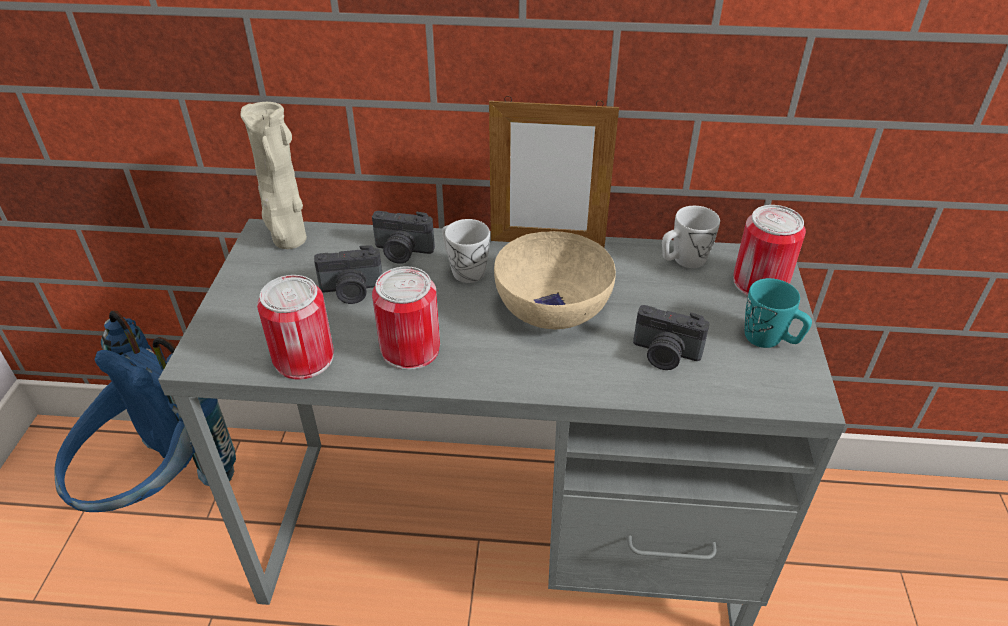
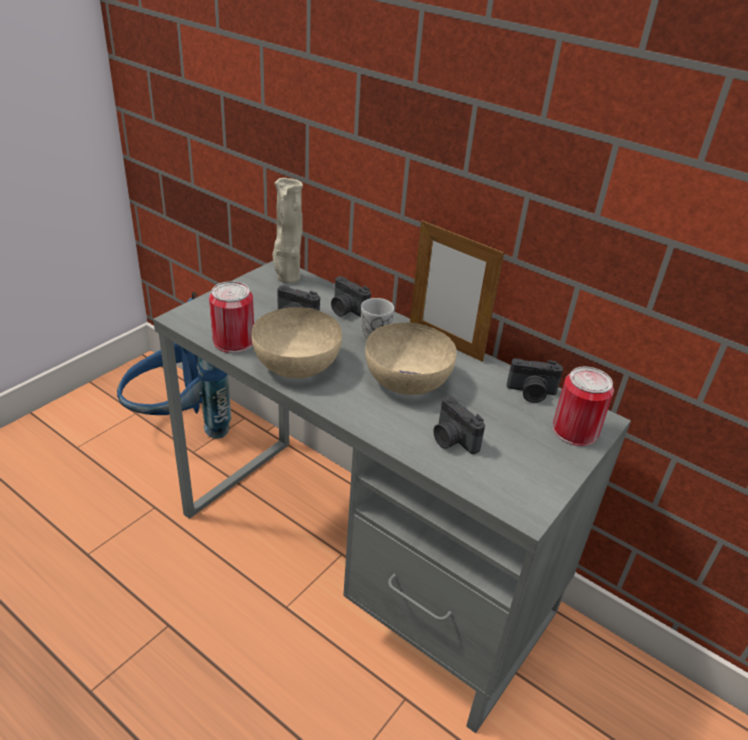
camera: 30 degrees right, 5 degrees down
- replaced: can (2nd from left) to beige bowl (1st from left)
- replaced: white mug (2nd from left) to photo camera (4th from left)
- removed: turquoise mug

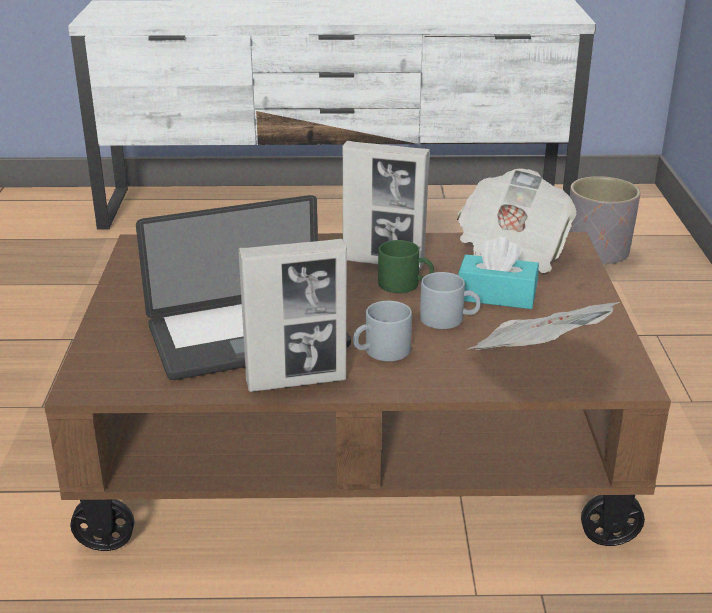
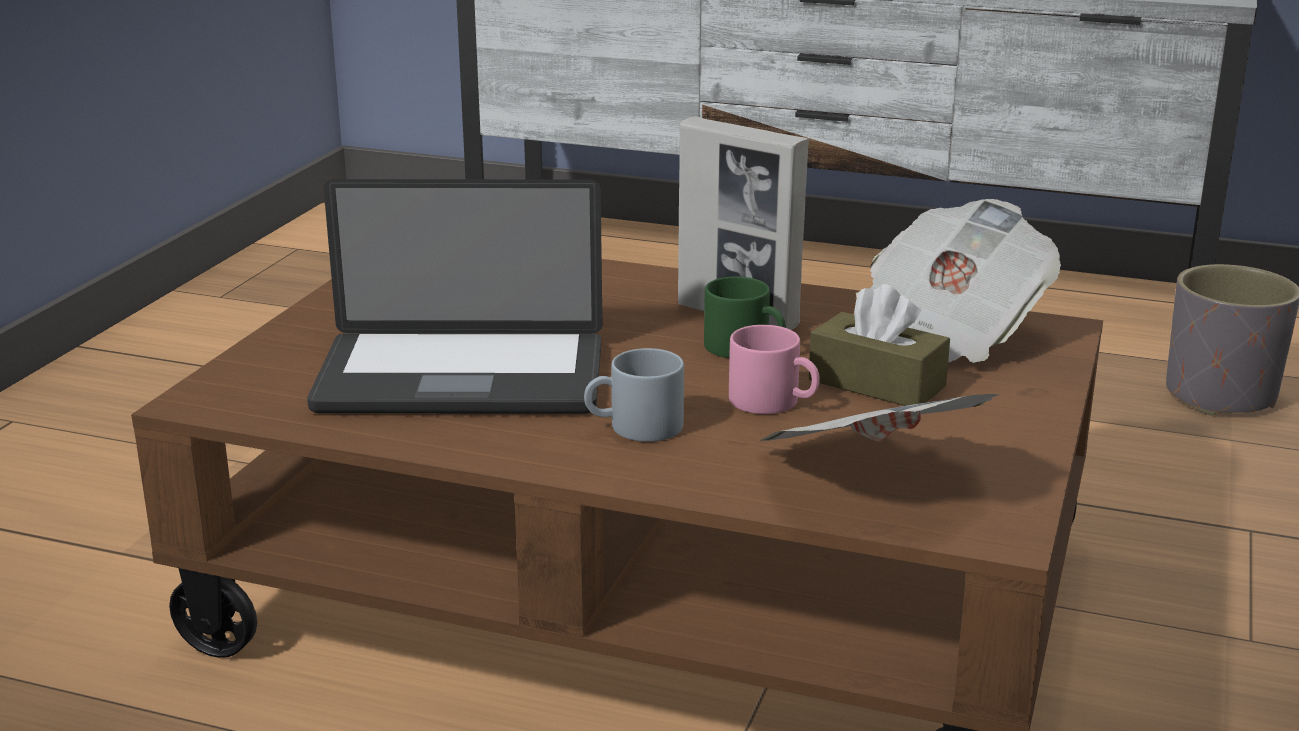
camera: 20 degrees right, 5 degrees down
- recoloured: grey mug (2nd from left) to pink mug
- recoloured: turquoise tissue box to brown tissue box
- removed: picture frame (1st from left)

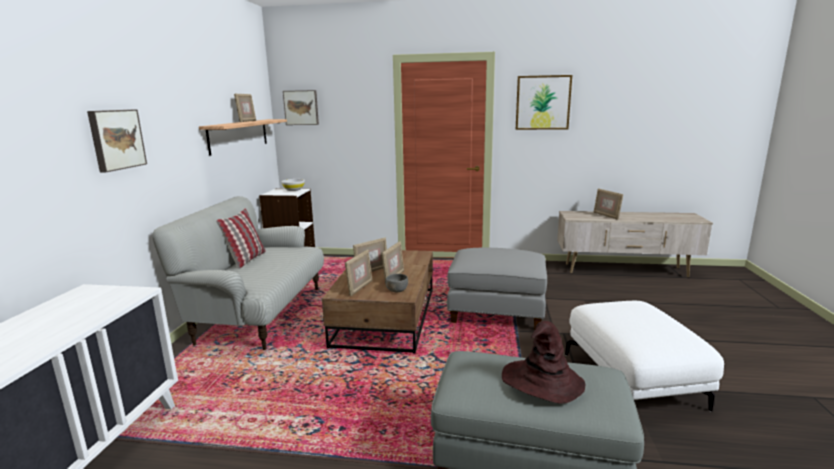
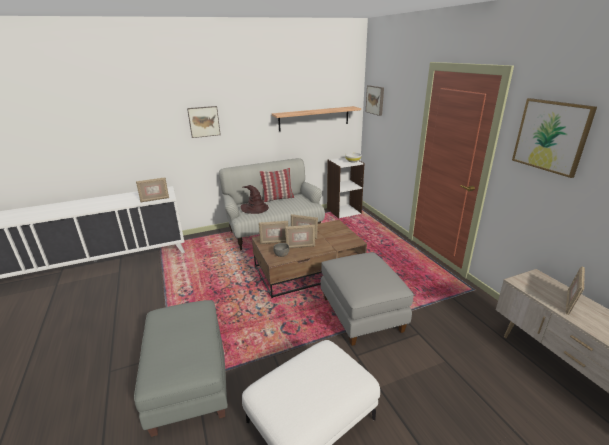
camera: 60 degrees right, 10 degrees up
- moved: picture frame (1st from left)
- moved: brown hat

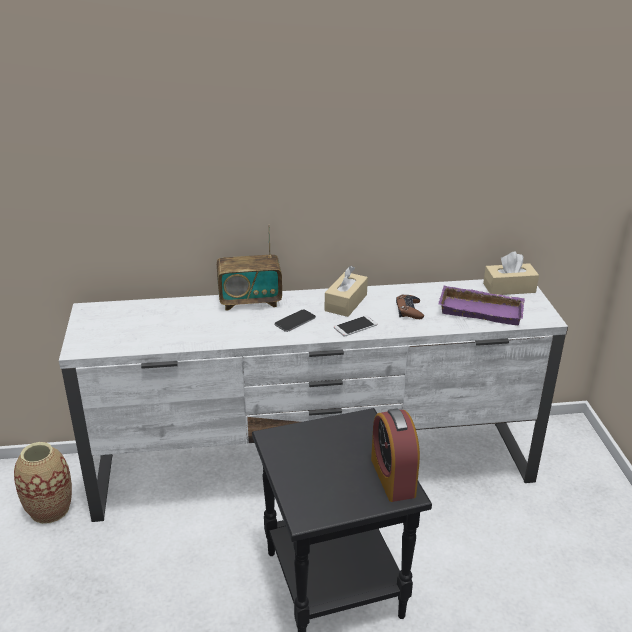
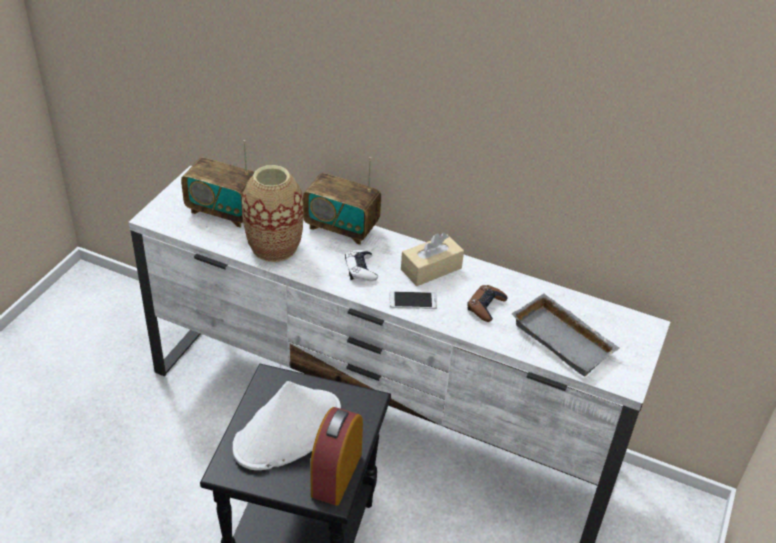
camera: 30 degrees right, 10 degrees up
- added: radio (1st from left)
- added: white hat
- moved: vase
- replaced: phone (1st from left) to white game controller
- recoloured: purple tray to grey tray
- removed: beige tissue box (2nd from left)

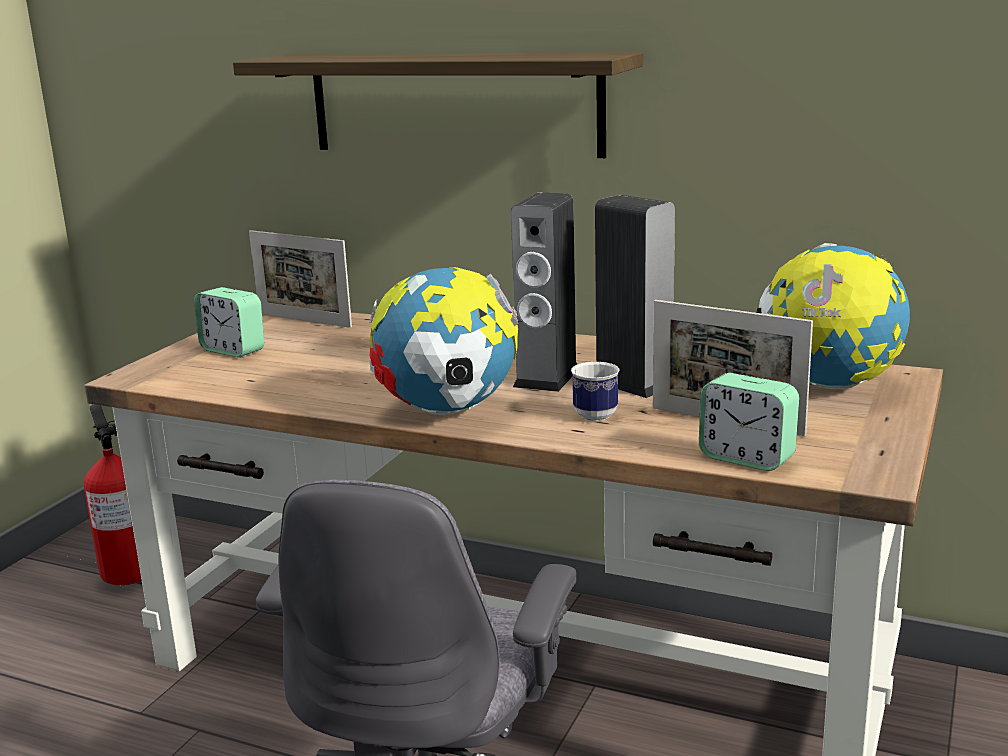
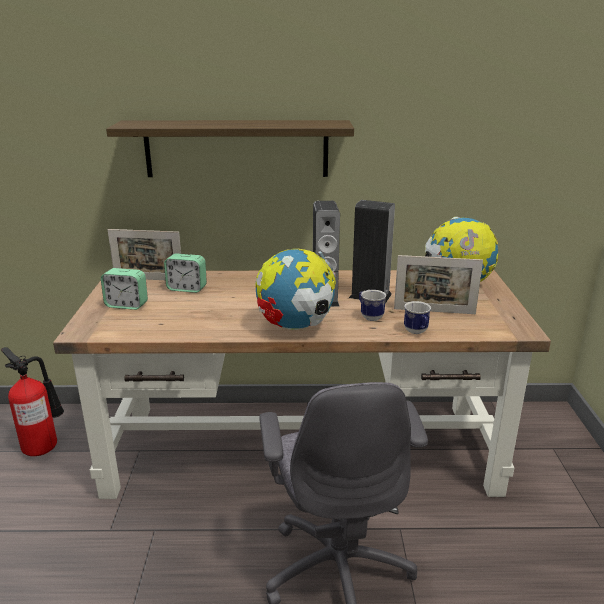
camera: 25 degrees left, 5 degrees up
- moved: alarm clock (2nd from left)
- added: mug (2nd from left)

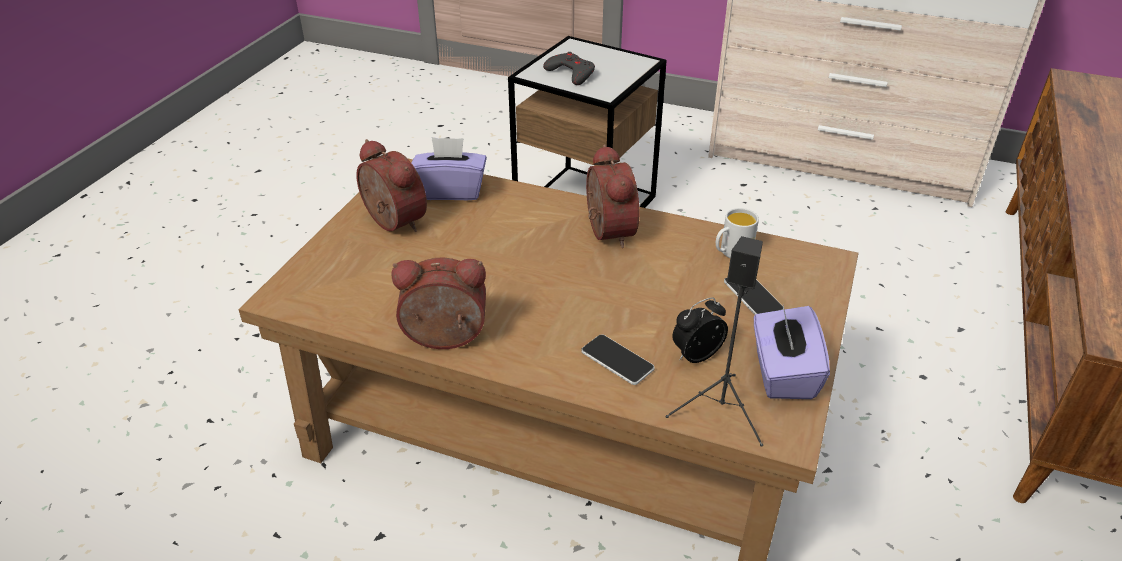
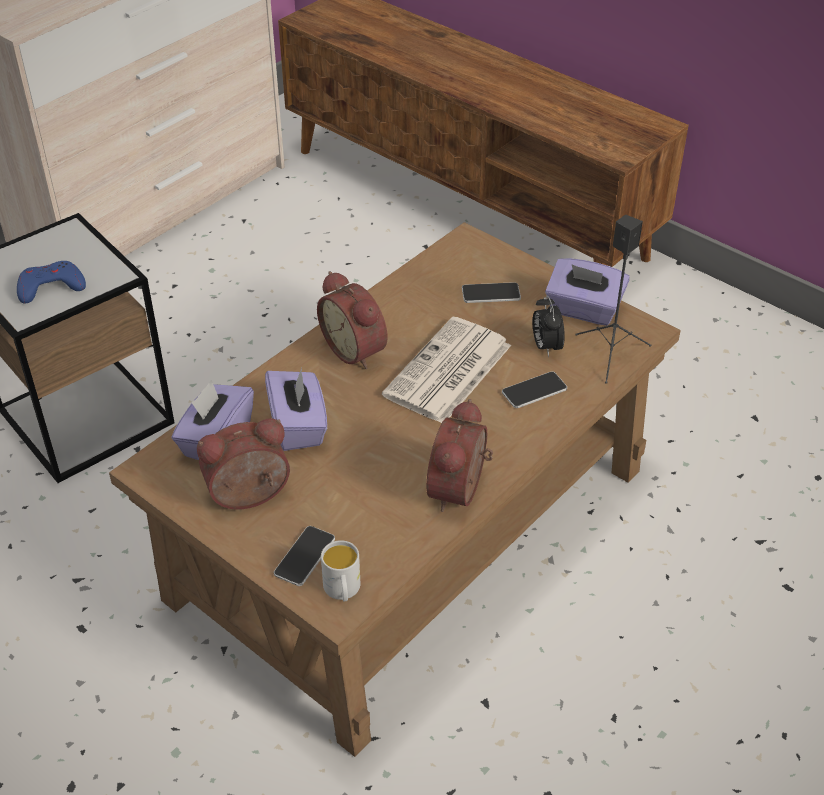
camera: 70 degrees left, 5 degrees up
- recoloured: grey game controller to blue game controller
- added: purple tissue box (2nd from left)
- added: phone (1st from left)
- turned: alarm clock (3rd from left in the first image) 135 degrees counterclockwise
- moved: white mug
- added: newspaper

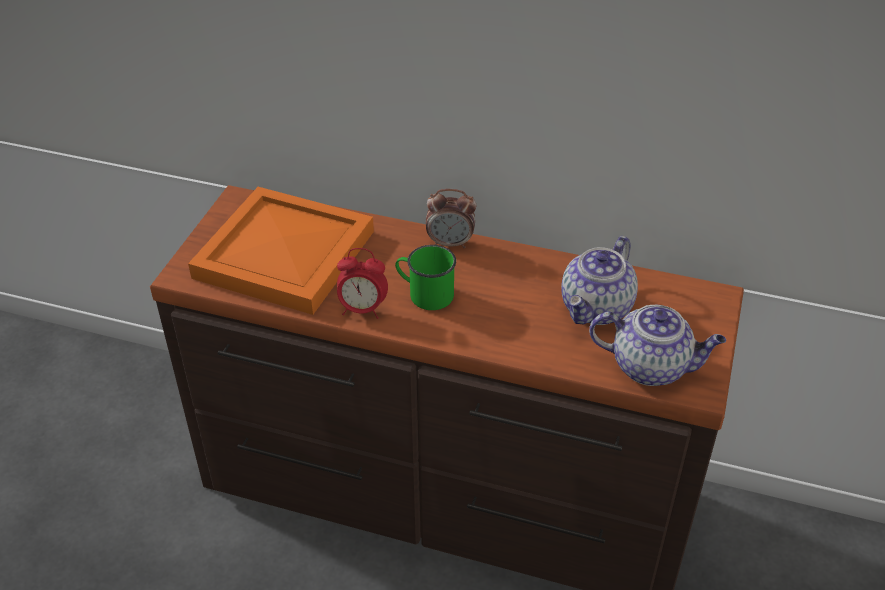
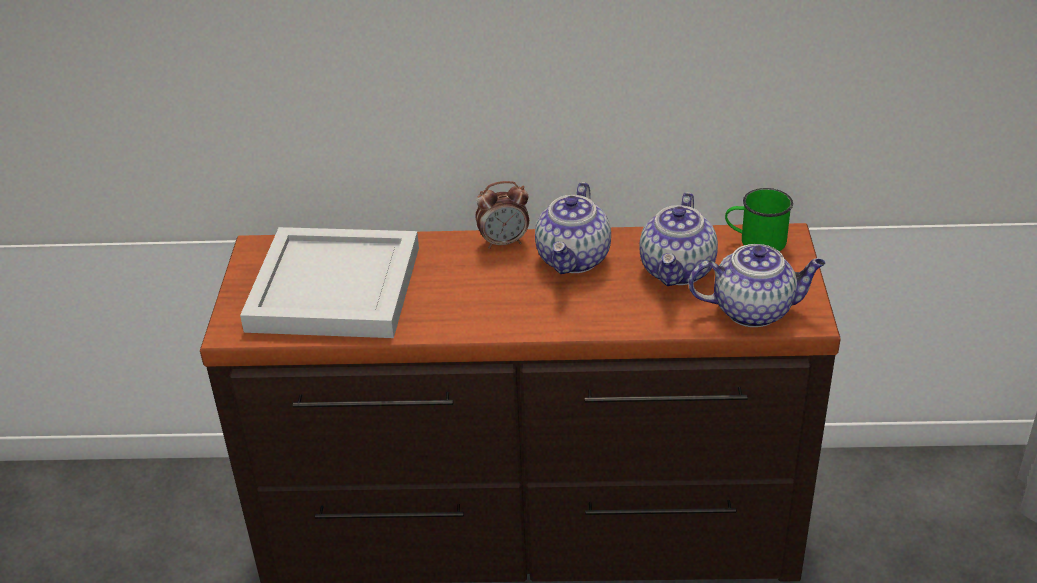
camera: 15 degrees left, 5 degrees down
- recoloured: orange tray to white tray
- added: teapot (1st from left)
- moved: green mug
- removed: alarm clock (1st from left)

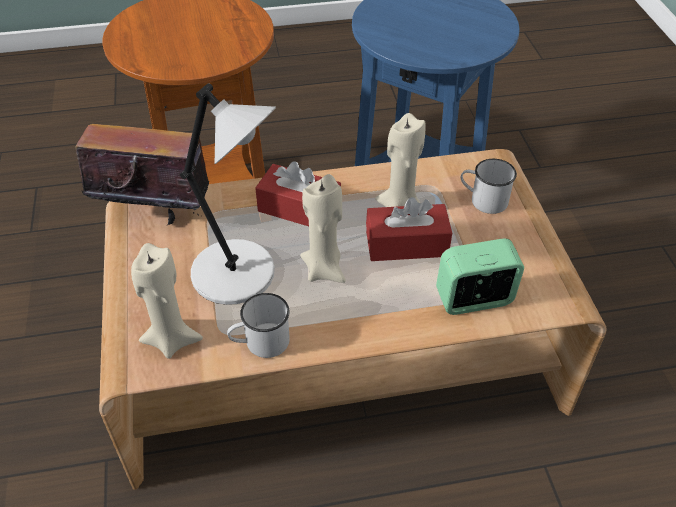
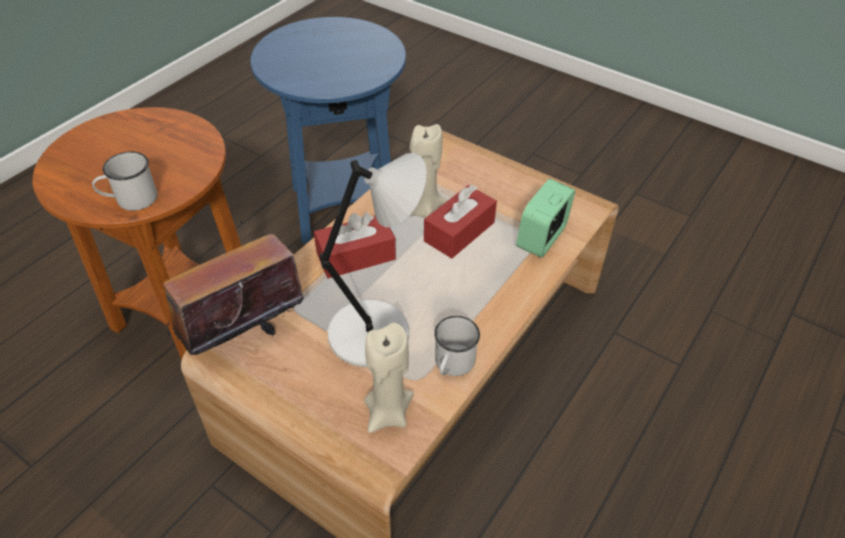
camera: 45 degrees left, 0 degrees up
- moved: white mug (2nd from left in the first image) to white mug (1st from left)
- removed: beige candle (2nd from left)

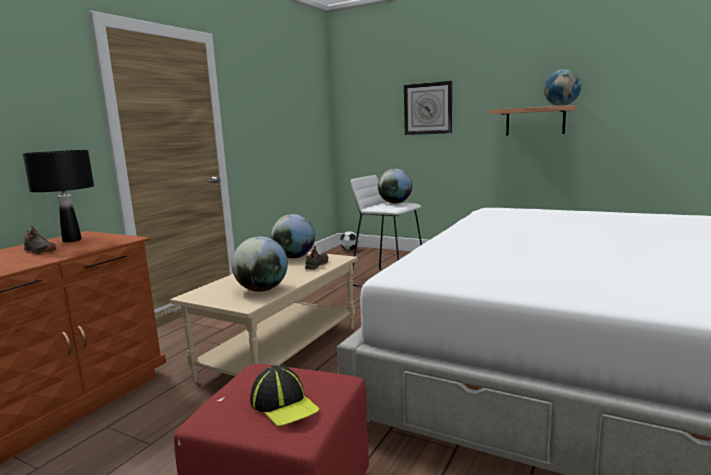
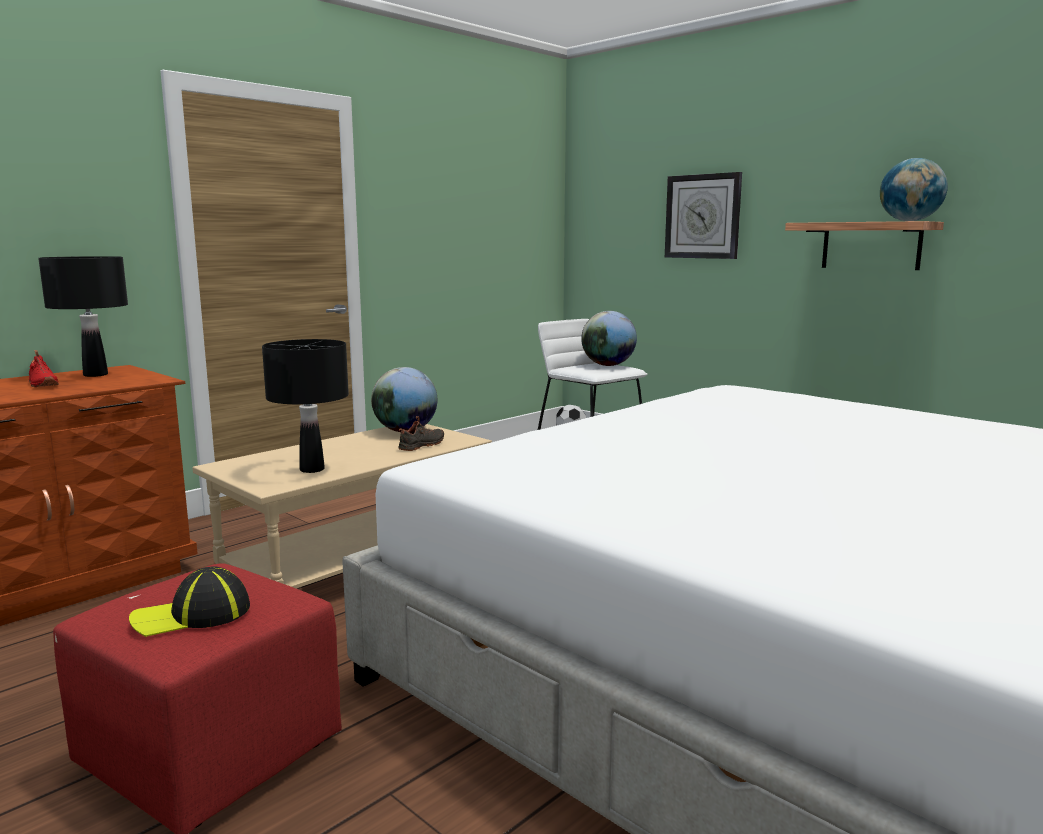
camera: 15 degrees right, 0 degrees up
- recoloured: black shoe (1st from left) to red shoe
- turned: cap 90 degrees clockwise
- replaced: globe (1st from left) to black table lamp (2nd from left)

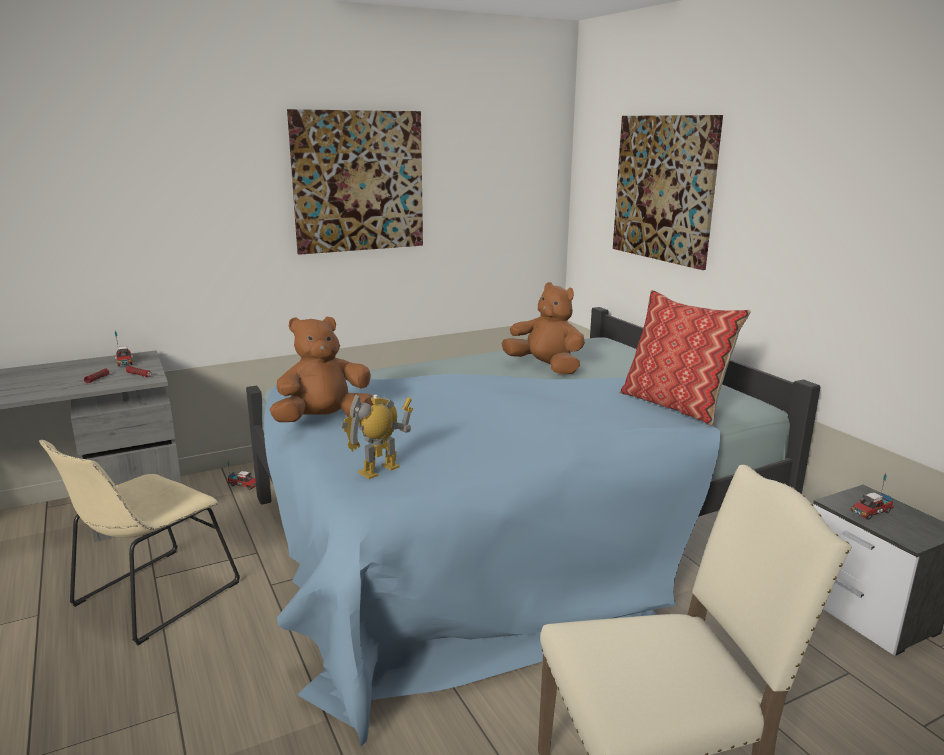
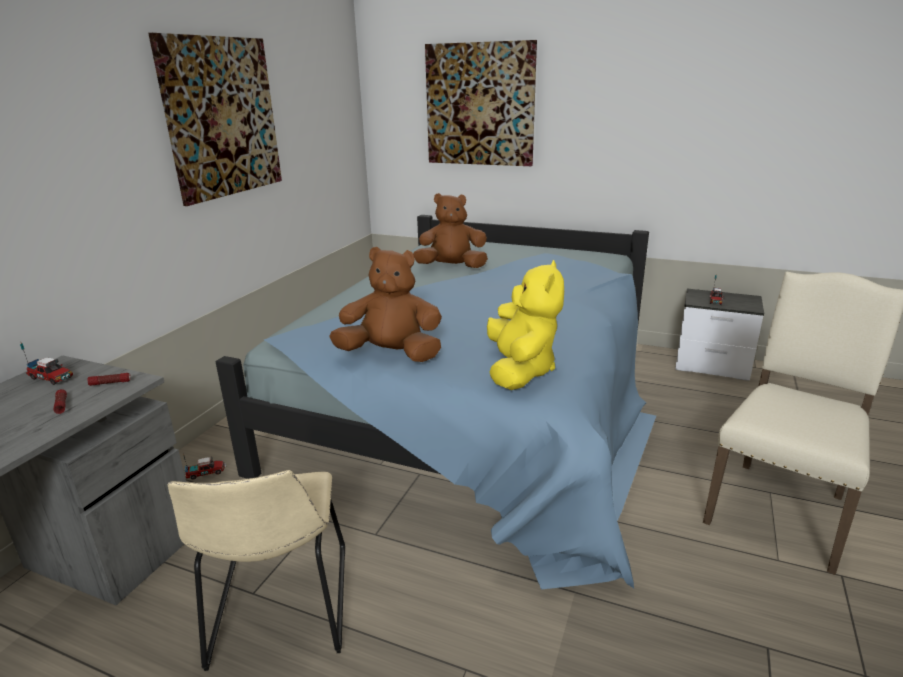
camera: 40 degrees left, 5 degrees up
- turned: brown plush toy (1st from left) 75 degrees clockwise
- replaced: toy robot to yellow plush toy
- removed: pillow

